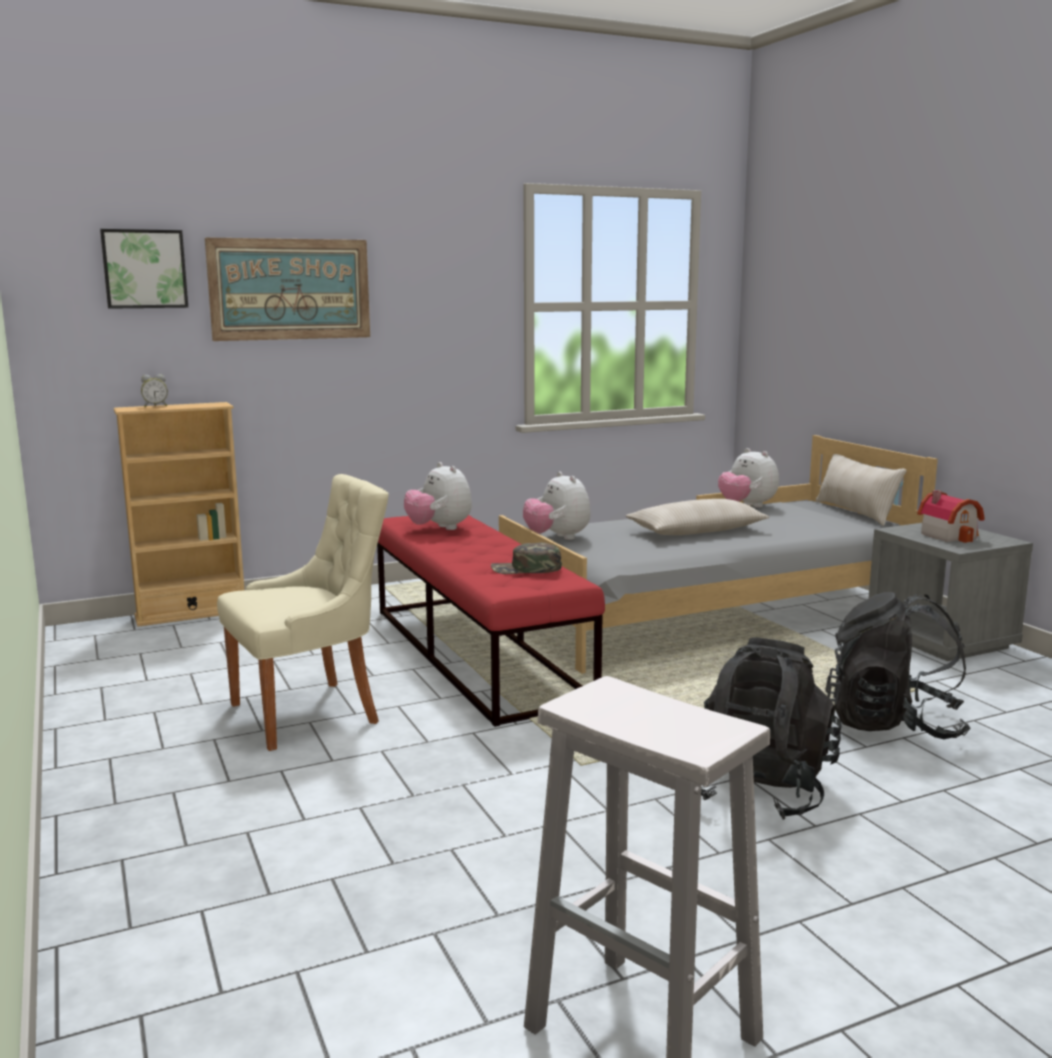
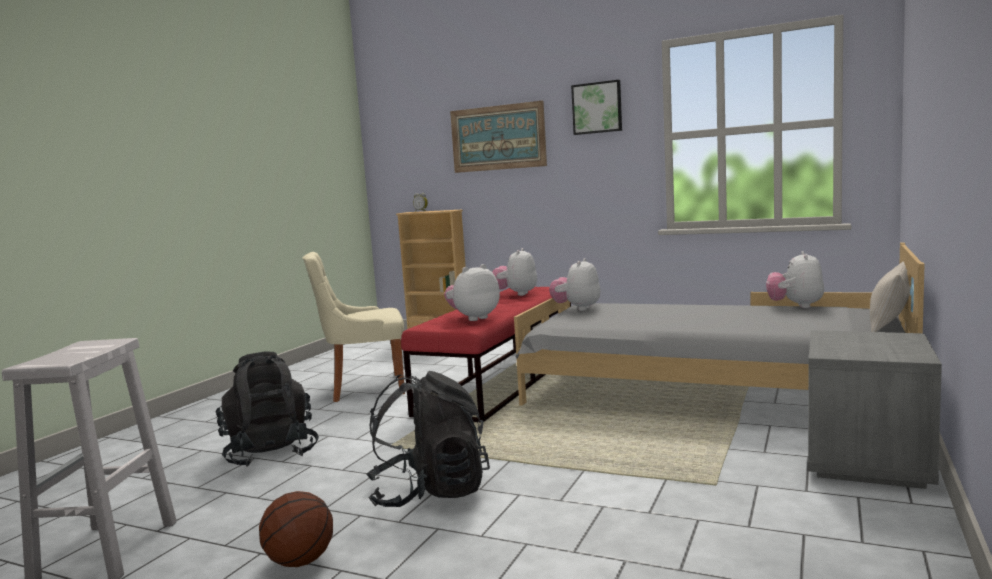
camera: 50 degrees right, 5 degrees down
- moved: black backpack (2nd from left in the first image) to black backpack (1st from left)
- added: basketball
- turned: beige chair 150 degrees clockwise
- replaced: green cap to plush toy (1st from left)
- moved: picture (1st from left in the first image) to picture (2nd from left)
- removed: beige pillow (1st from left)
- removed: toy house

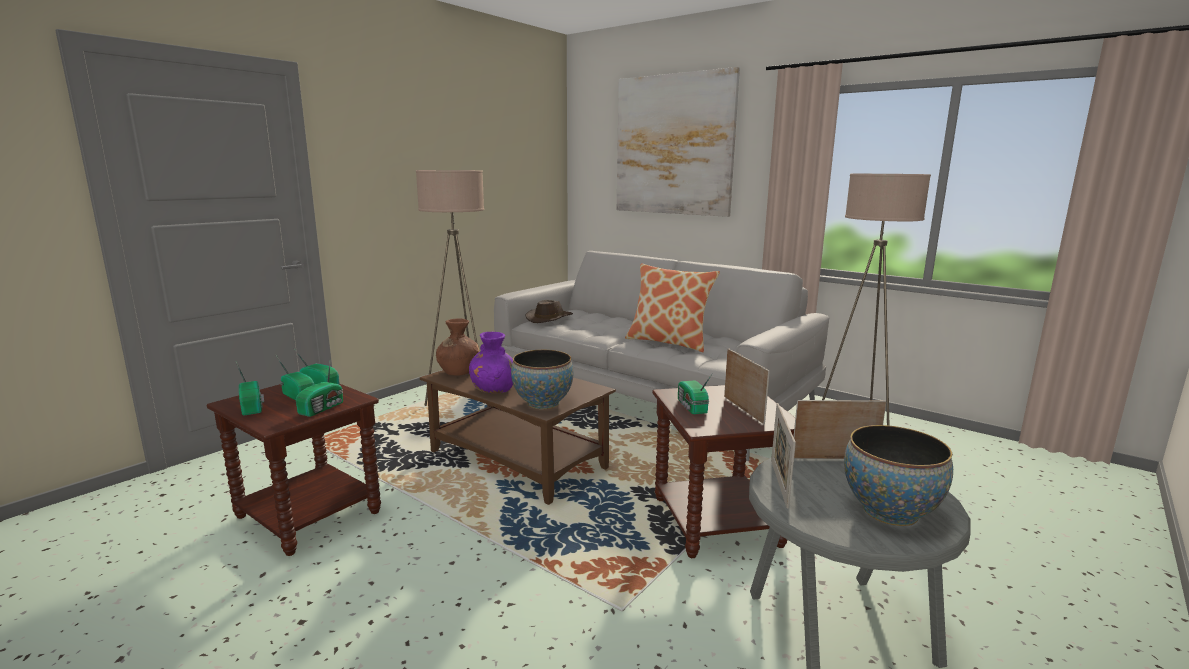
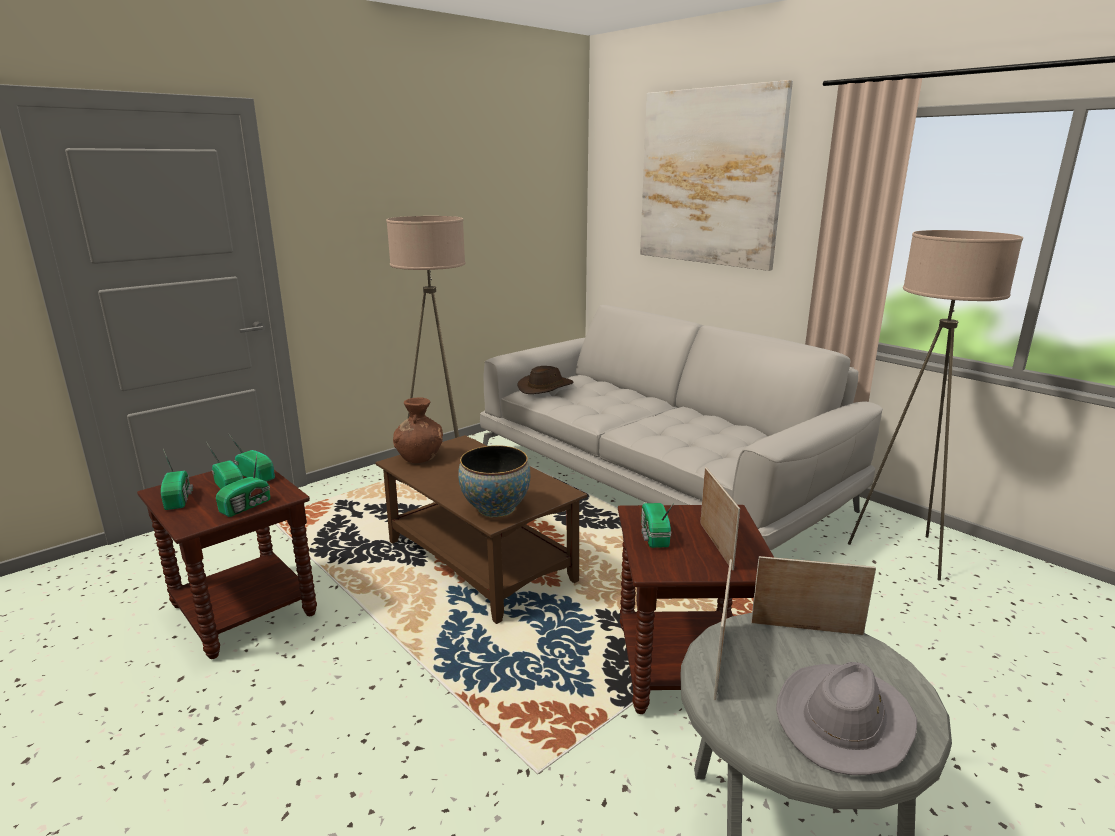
camera: 10 degrees right, 5 degrees up
- replaced: bowl (2nd from left) to grey hat
- removed: purple vase
- removed: pillow

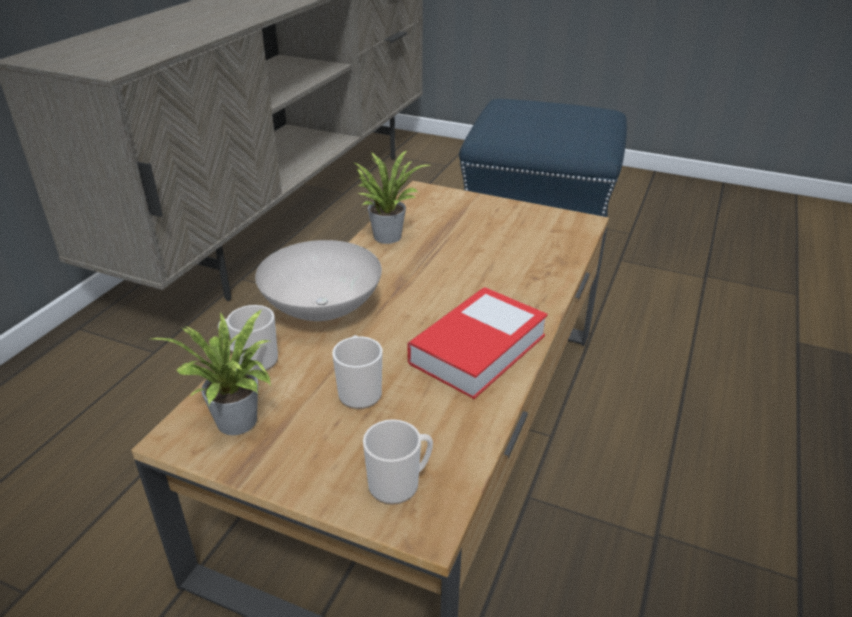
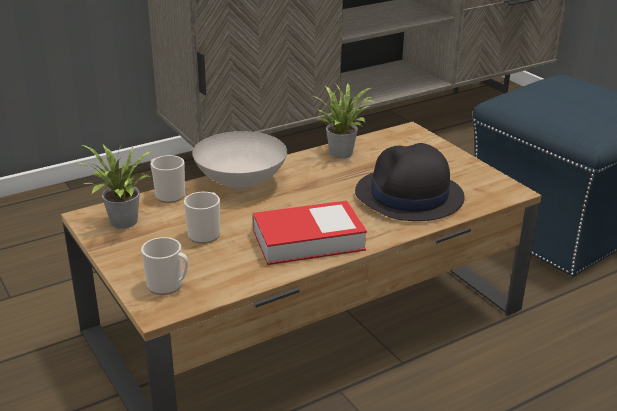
camera: 35 degrees right, 5 degrees down
- added: black hat

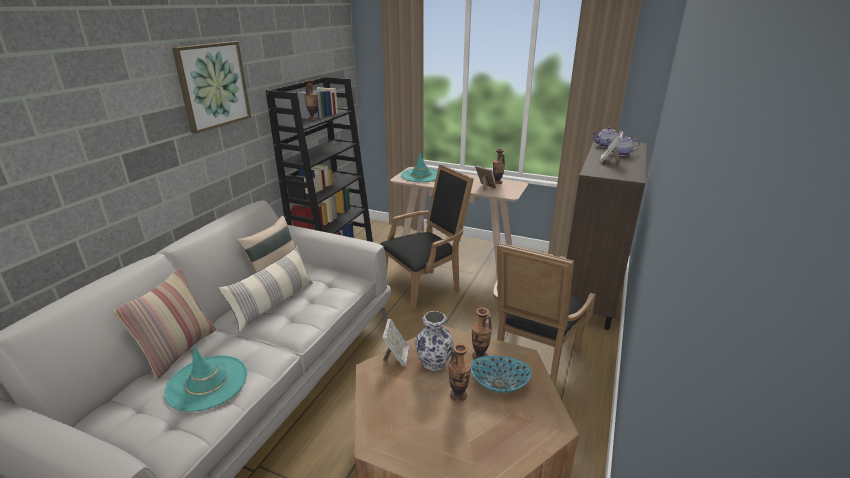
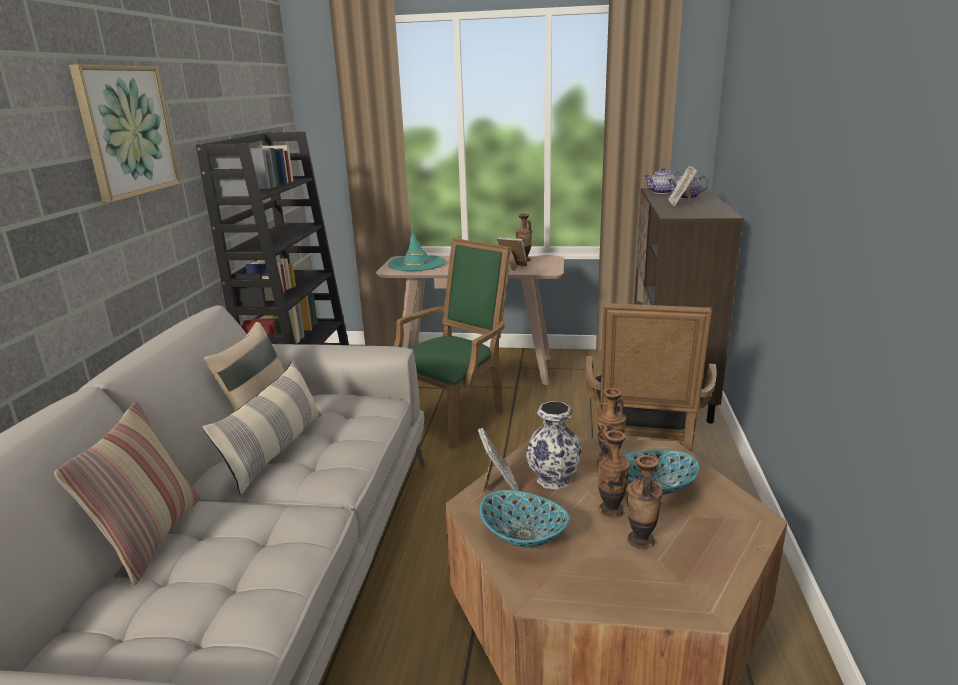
camera: 15 degrees left, 5 degrees down
- recoloured: black armchair (1st from left) to green armchair
- added: bowl (1st from left)
- moved: vase (1st from left in the first image) to vase (5th from left)
- removed: turquoise hat (1st from left)

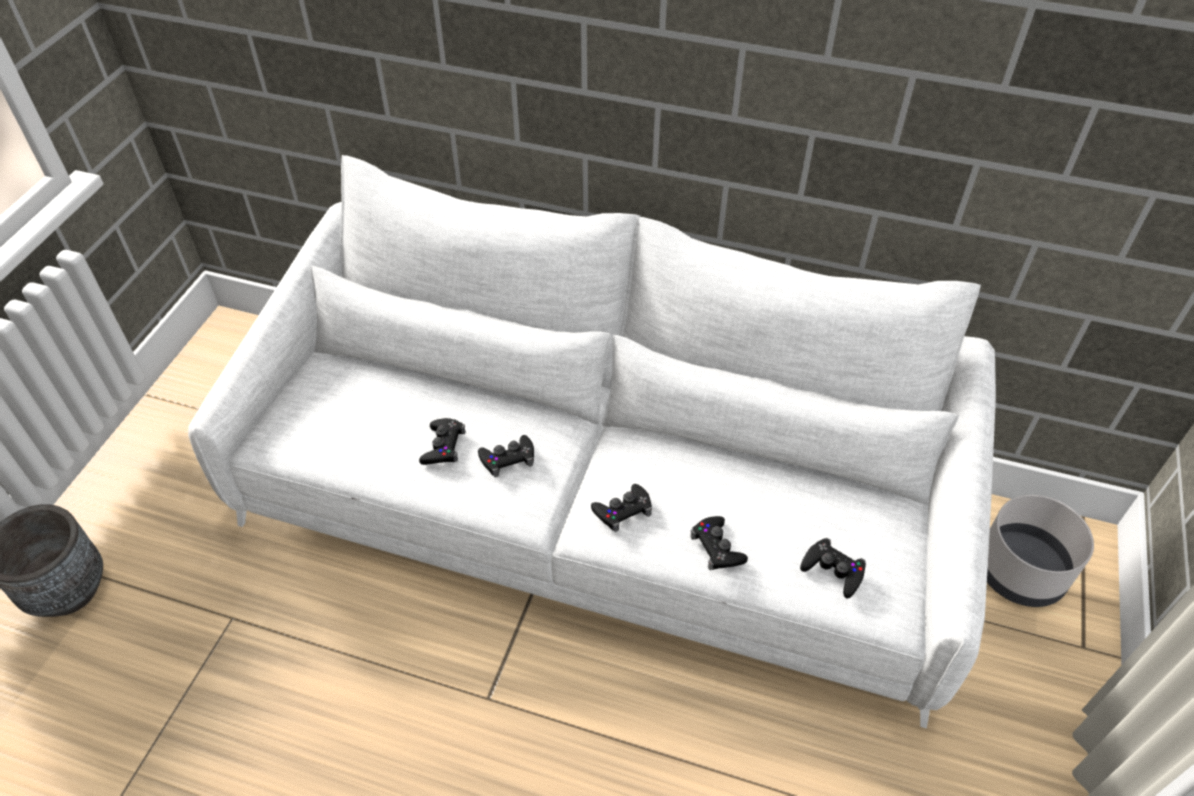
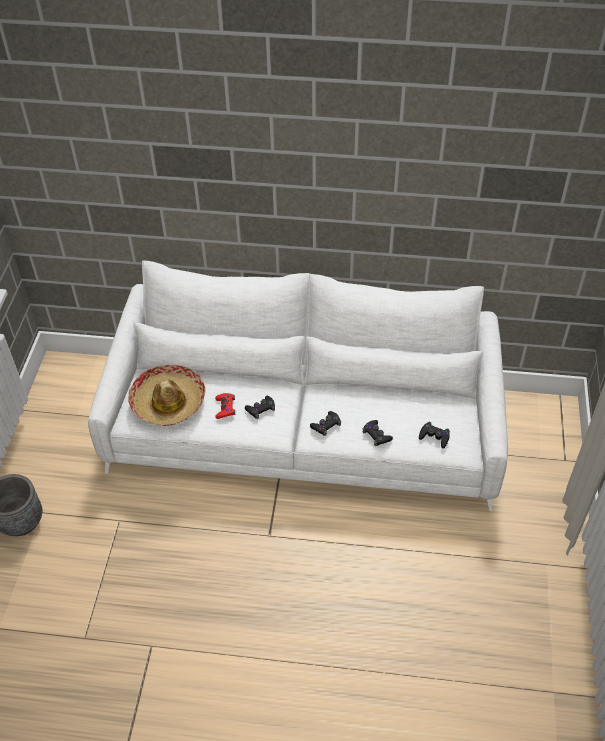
camera: 10 degrees left, 0 degrees up
- added: hat
- recoloured: black game controller (1st from left) to red game controller
- removed: grey planter (2nd from left)

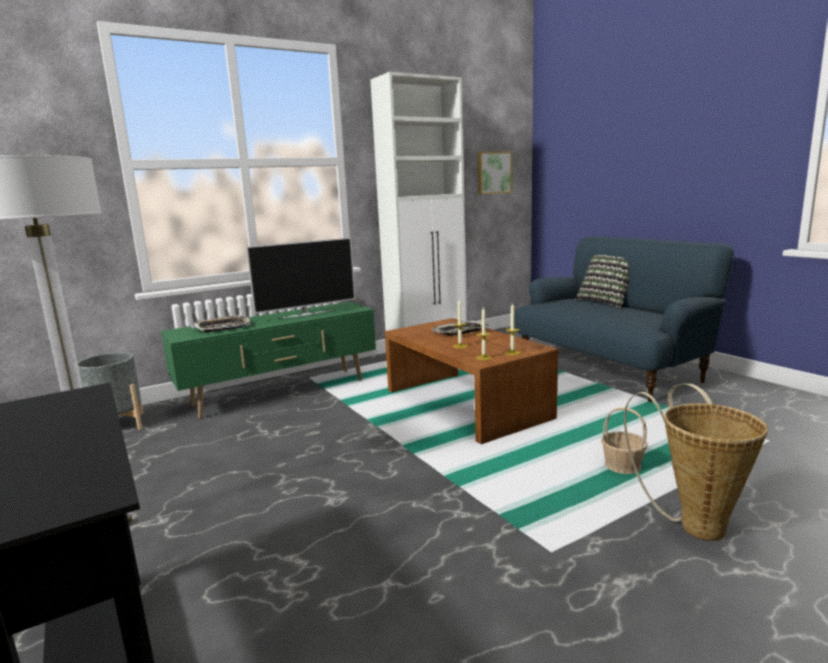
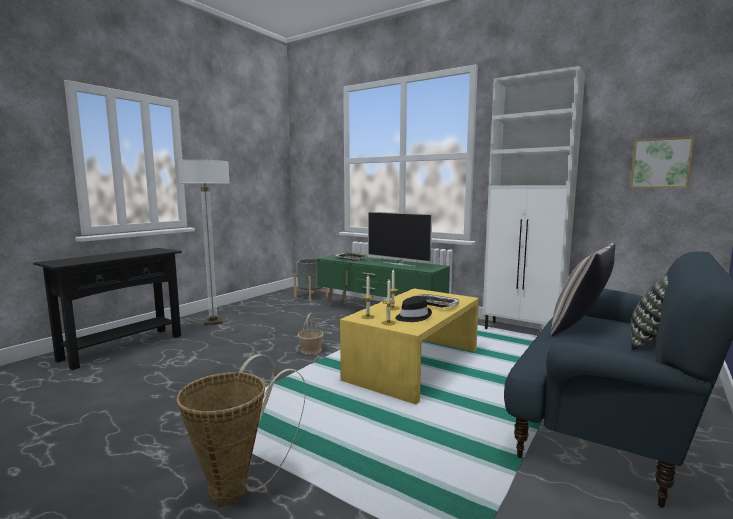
camera: 65 degrees right, 5 degrees down
- moved: basket (1st from left in the first image) to basket (2nd from left)
- recoloured: brown coffee table to yellow coffee table
- added: black hat
- added: pillow (1st from left)

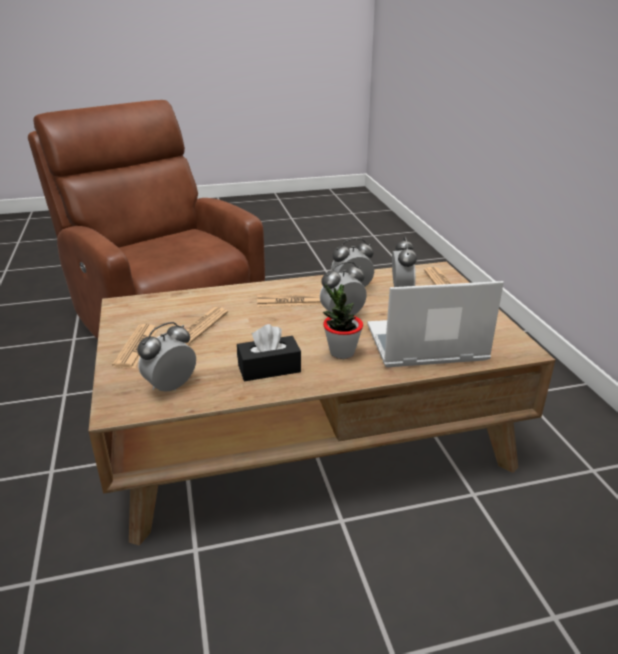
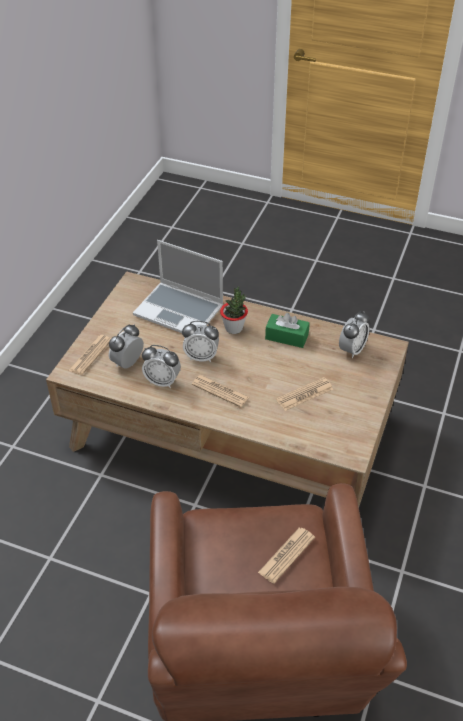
camera: 145 degrees left, 15 degrees up
- moved: newspaper (1st from left in the first image) to newspaper (3rd from left)
- recoloured: black tissue box to green tissue box
- turned: alarm clock (1st from left in the first image) 45 degrees counterclockwise

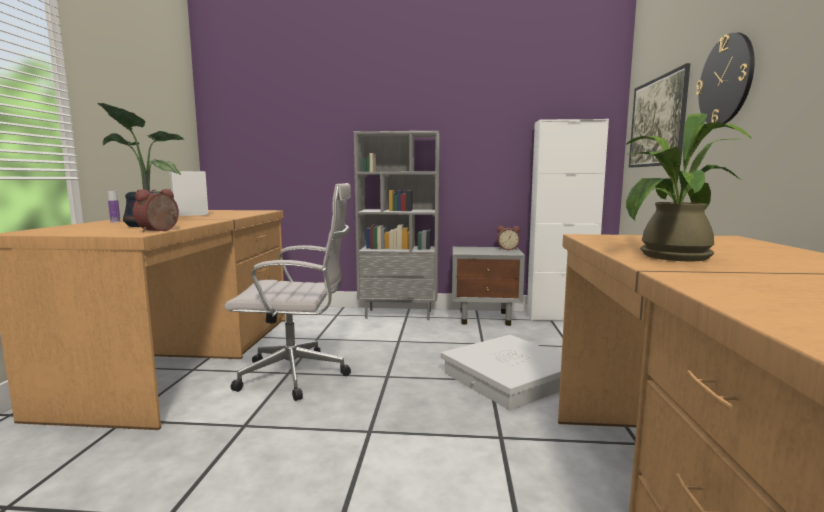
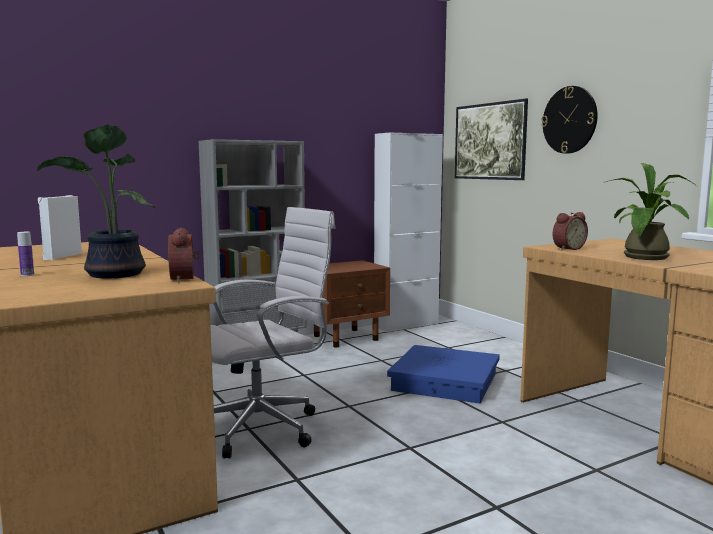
camera: 35 degrees left, 0 degrees up
- recoloured: grey nightstand to brown nightstand
- recoloured: white storage box to blue storage box
- moved: alarm clock (2nd from left)

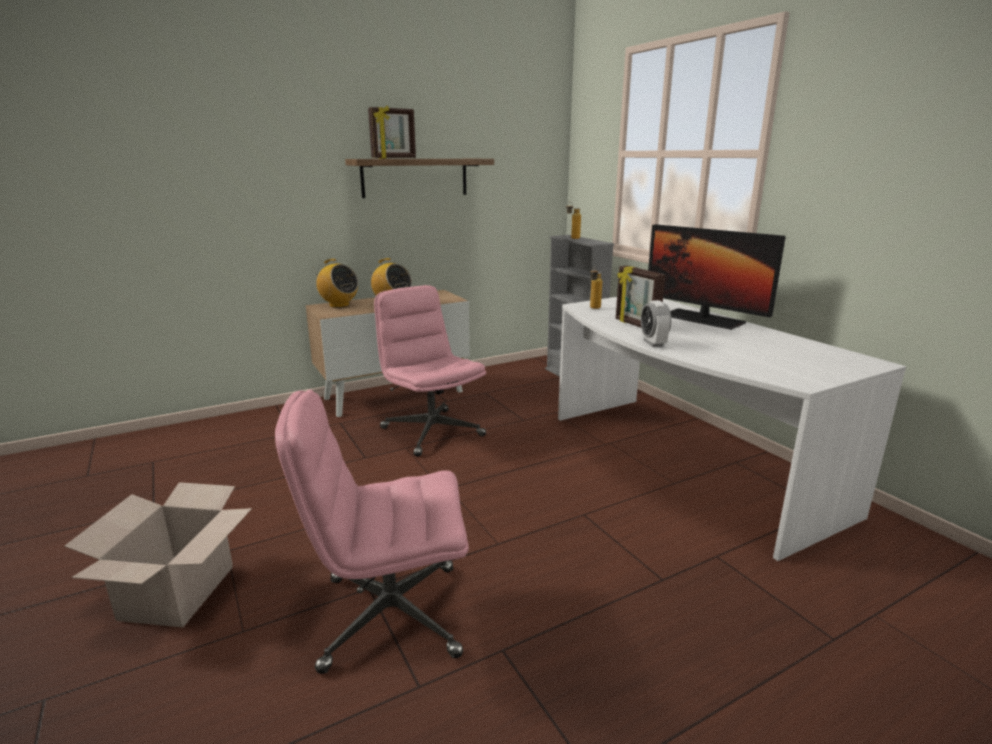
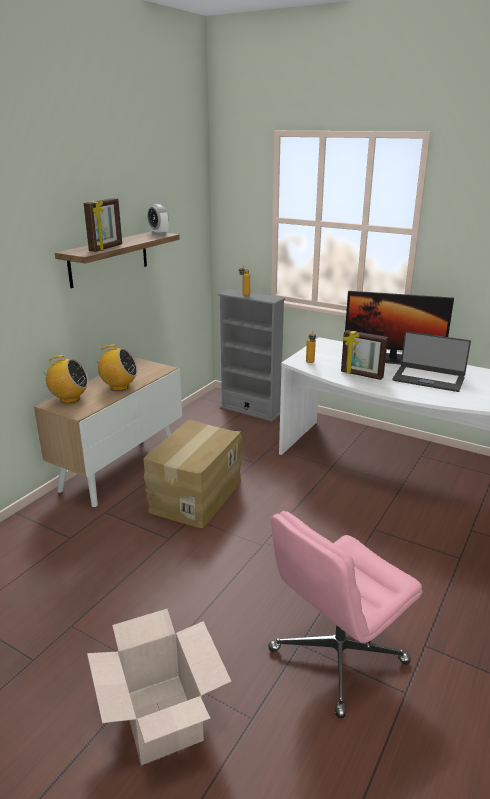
camera: 30 degrees left, 5 degrees up
- replaced: pink office chair (2nd from left) to cardboard box (2nd from left)
- moved: alarm clock
- added: laptop

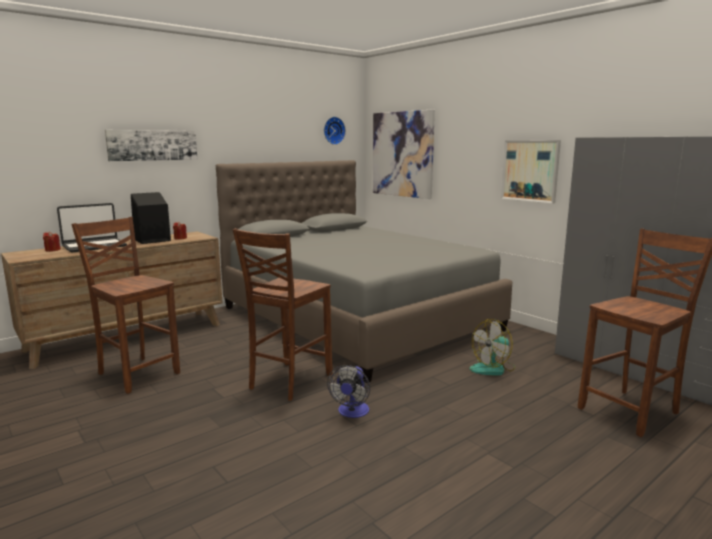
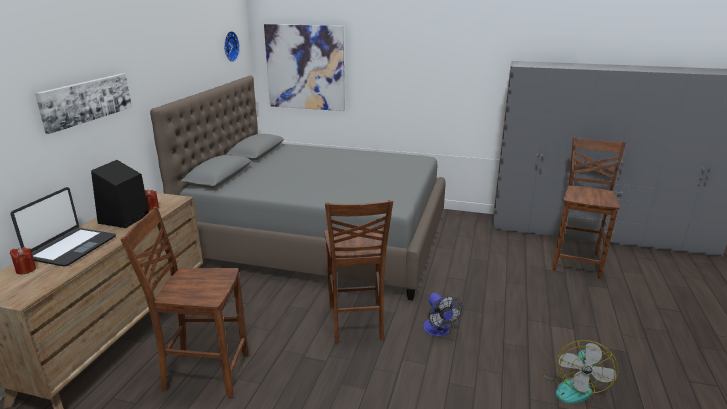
camera: 35 degrees left, 10 degrees up
- moved: fan (2nd from left)
- removed: picture (3rd from left)

